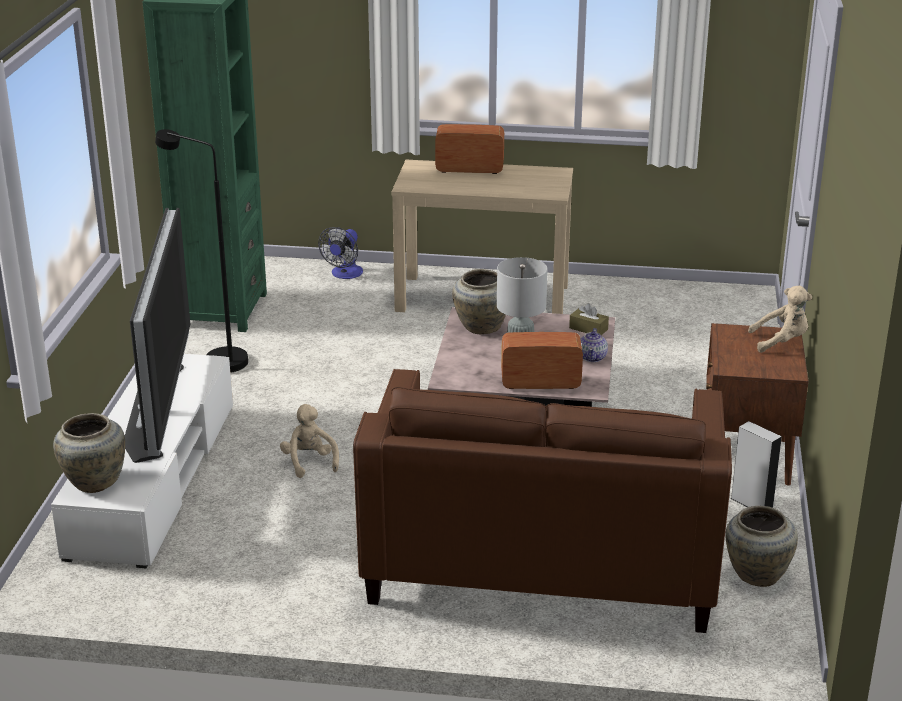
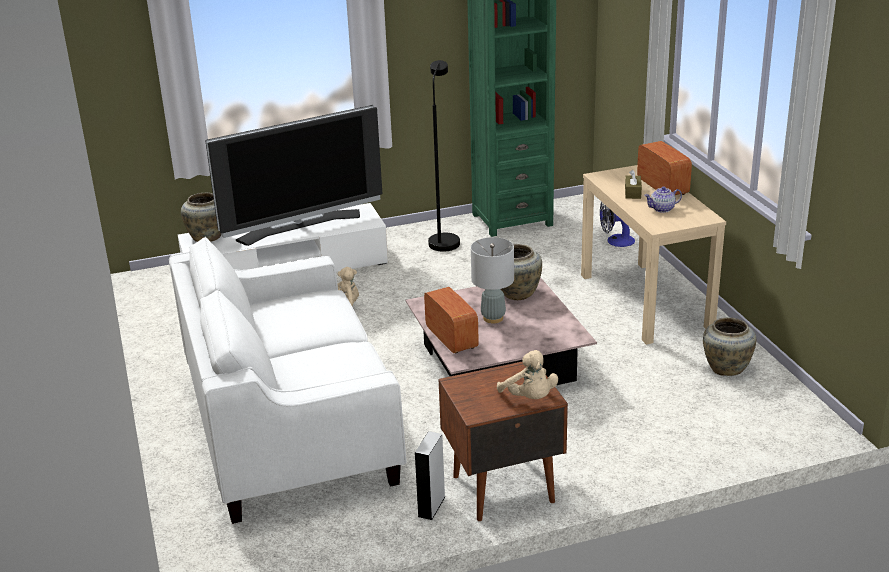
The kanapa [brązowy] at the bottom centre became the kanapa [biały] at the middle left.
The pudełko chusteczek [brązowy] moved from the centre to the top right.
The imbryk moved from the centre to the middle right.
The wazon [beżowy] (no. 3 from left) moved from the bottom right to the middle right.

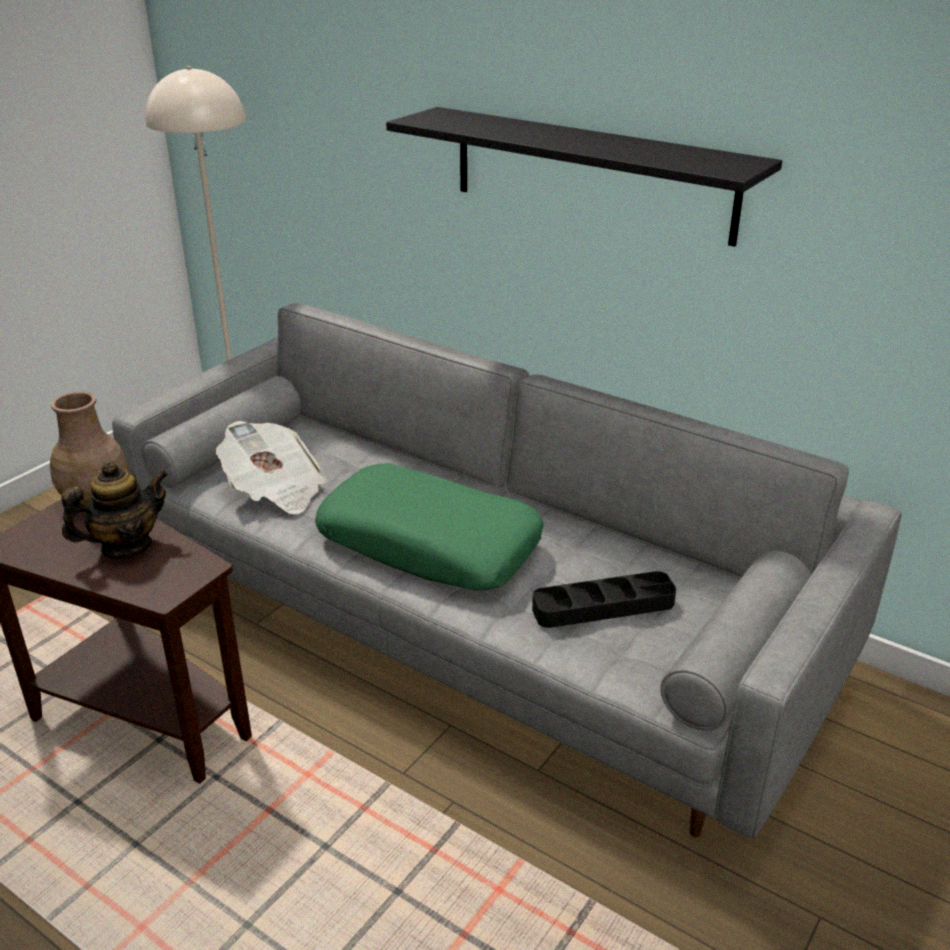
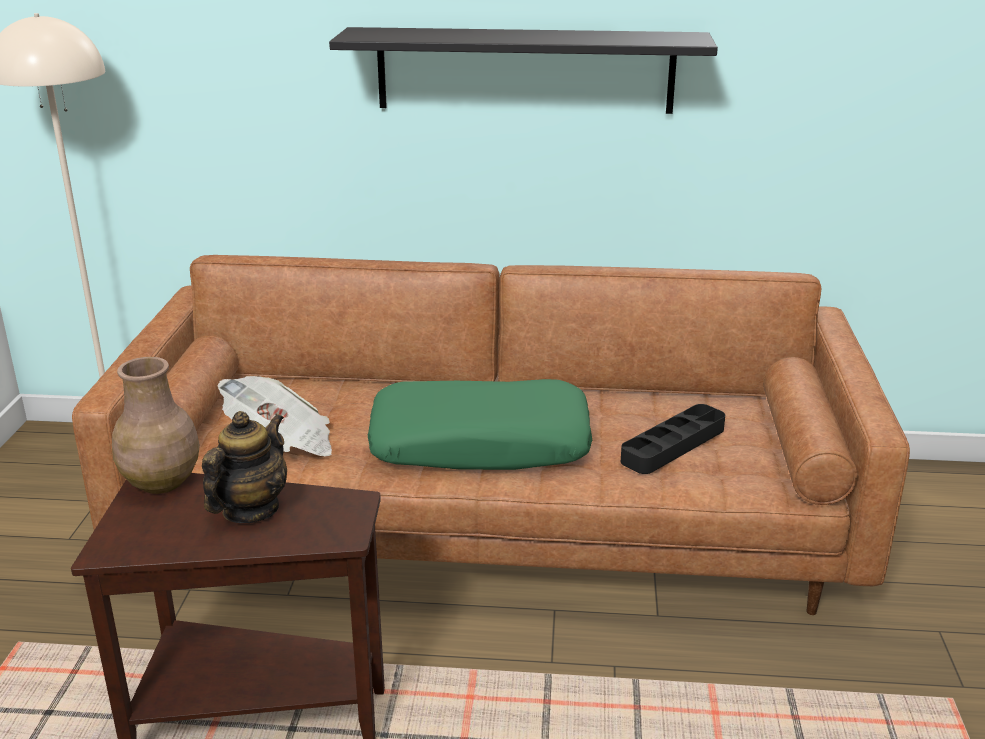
The kanapa [szary] at the centre became the kanapa [brązowy] at the centre.

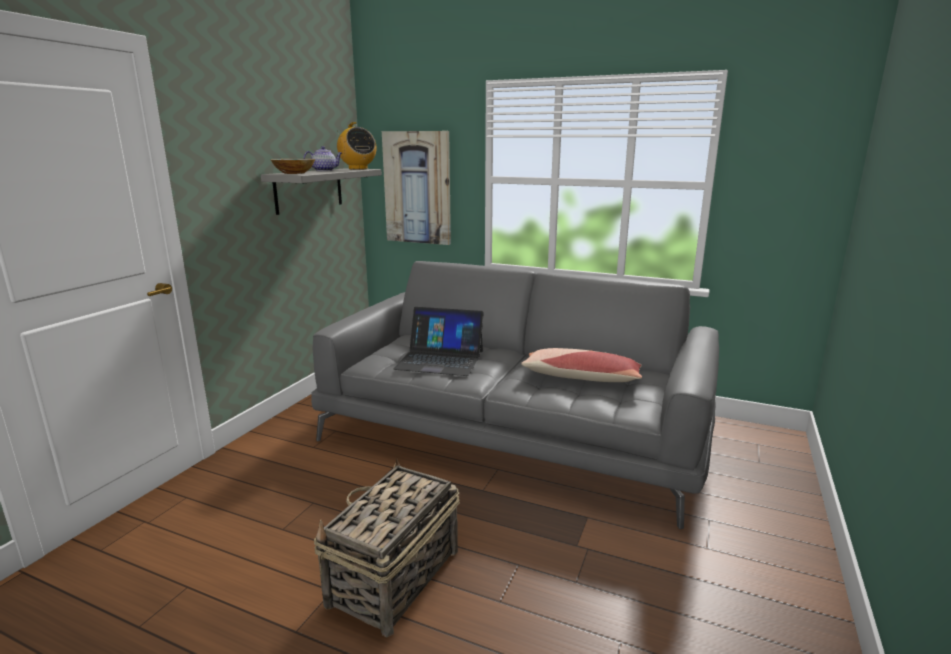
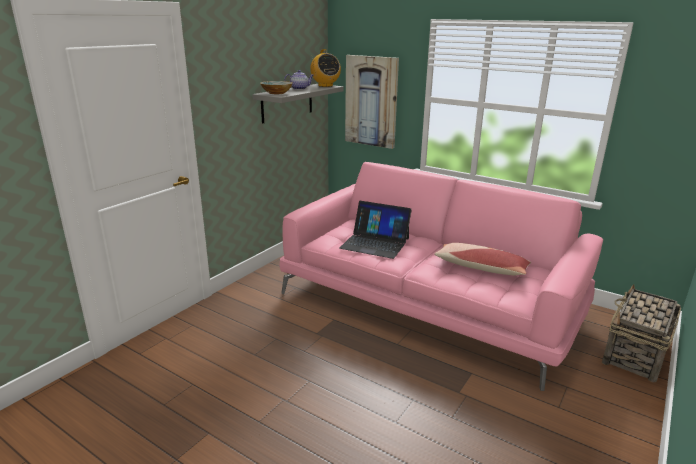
The kanapa [szary] at the centre became the kanapa [różowy] at the centre.
The koszyk moved from the bottom centre to the bottom right.

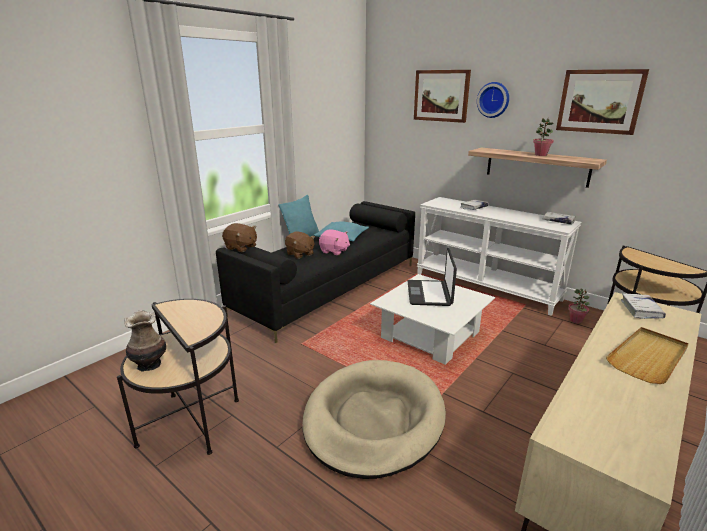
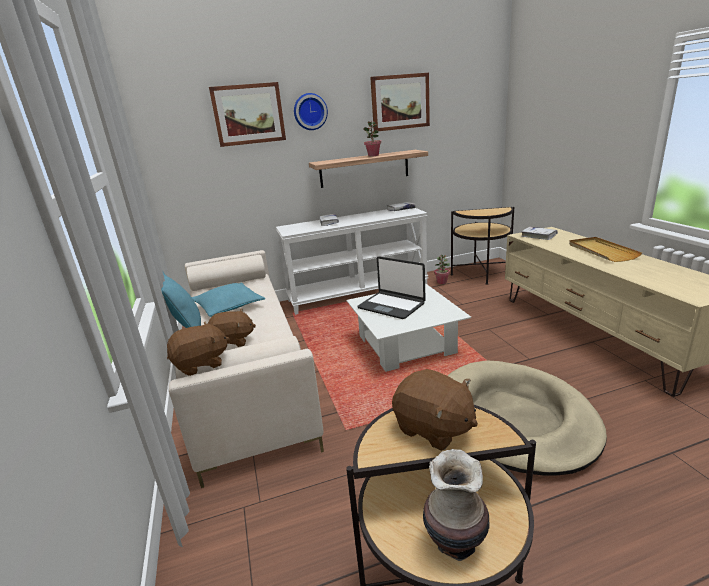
The kanapa [czarny] at the centre became the kanapa [beżowy] at the centre.
The pluszak [brązowy] (no. 3 from left) at the bottom centre appeared.
The pluszak [różowy] at the centre disappeared.

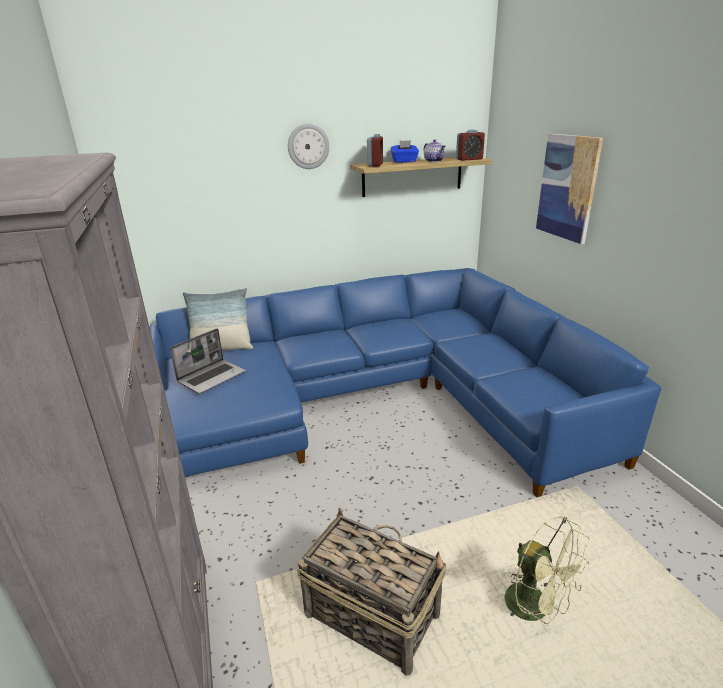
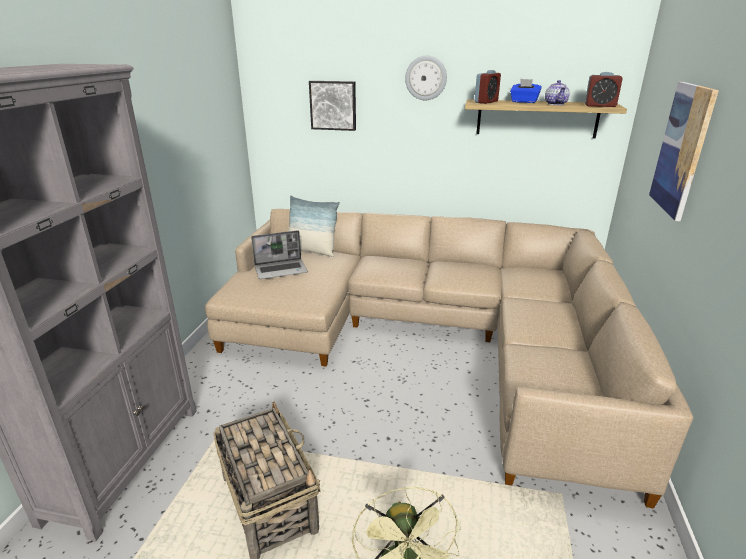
The kanapa [niebieski] at the centre became the kanapa [beżowy] at the centre.
The obraz (no. 1 from left) at the top centre appeared.

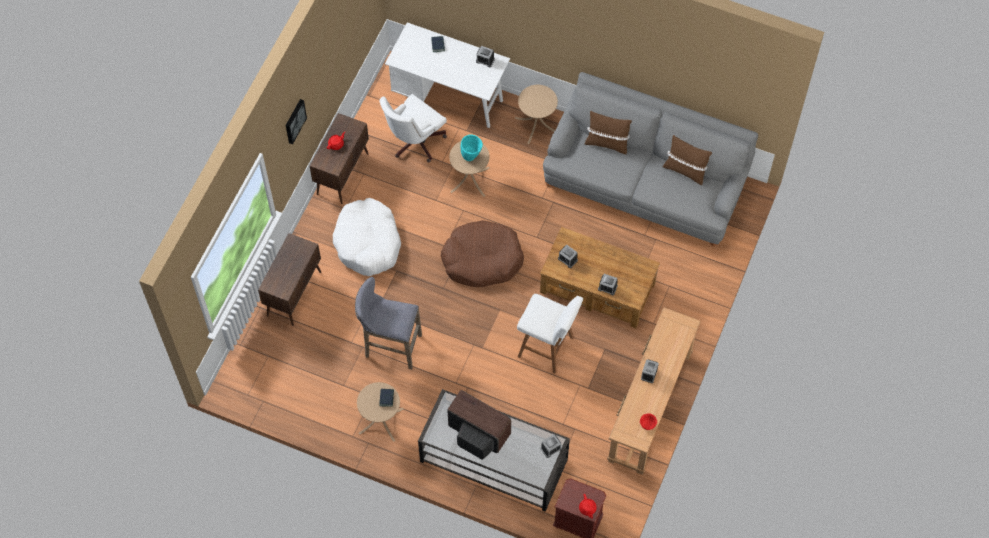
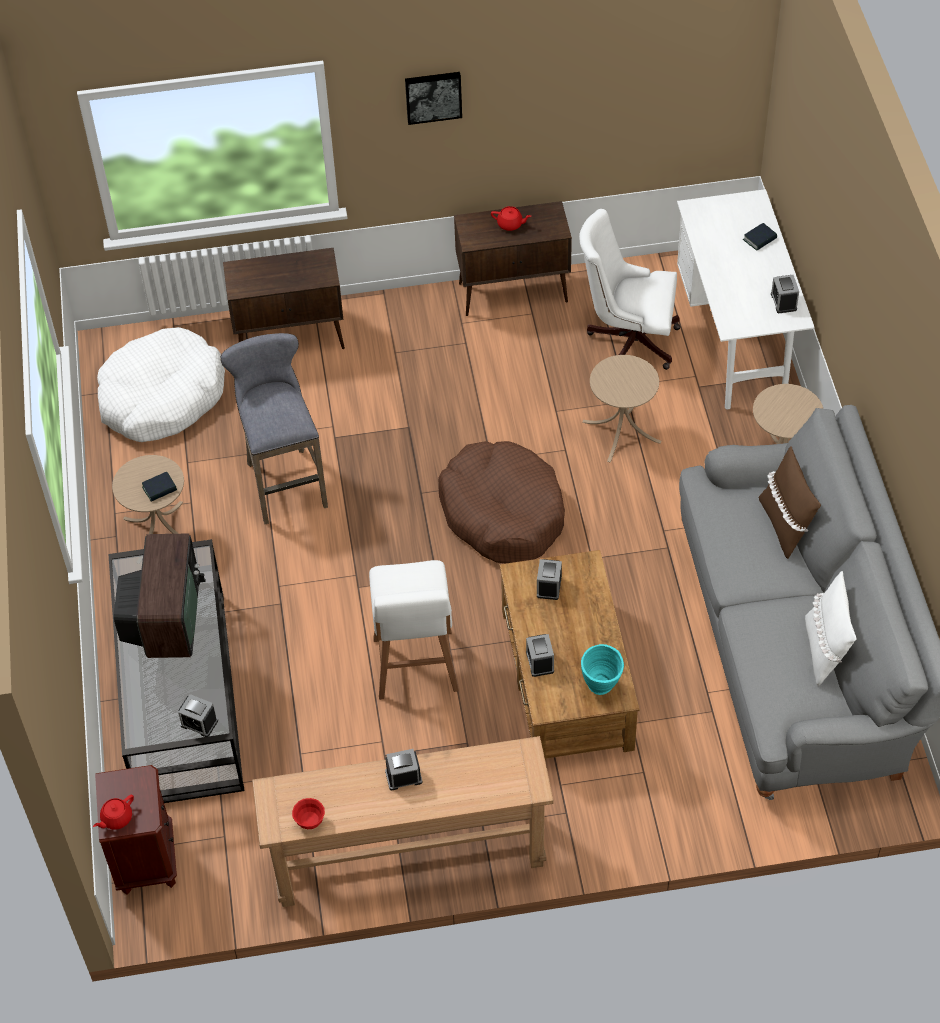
The legowisko [biały] moved from the centre to the middle left.
The wazon [turkusowy] moved from the top centre to the centre.
The poduszka [brązowy] (no. 2 from left) at the top right became the poduszka [biały] at the middle right.

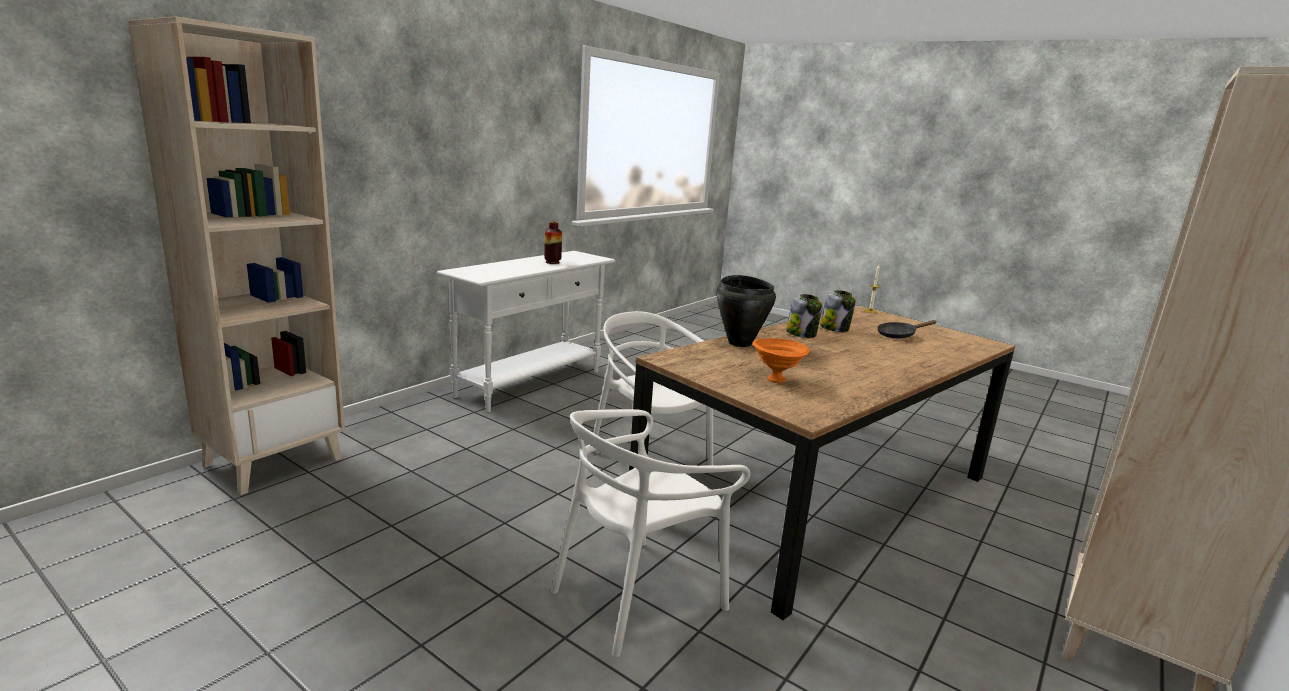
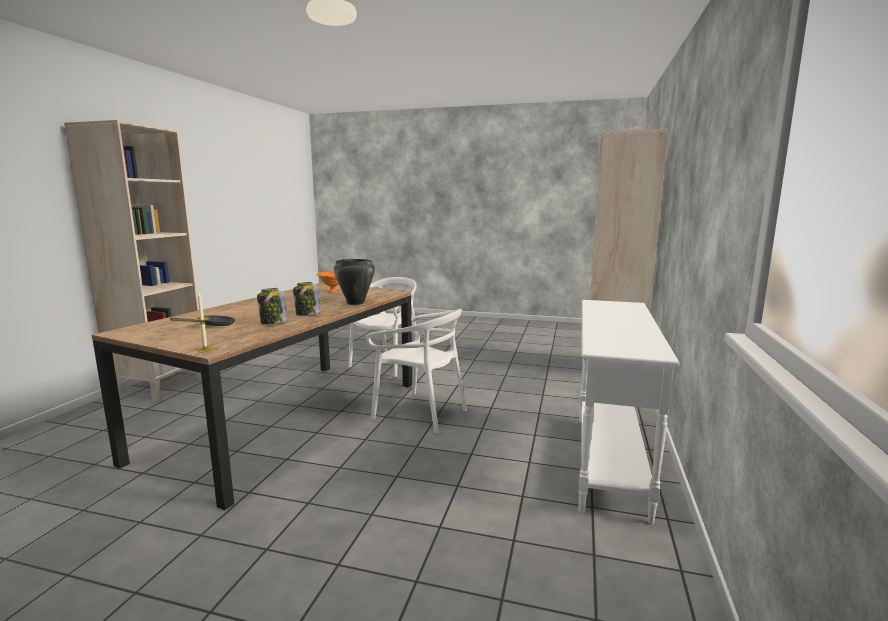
The wazon at the centre disappeared.

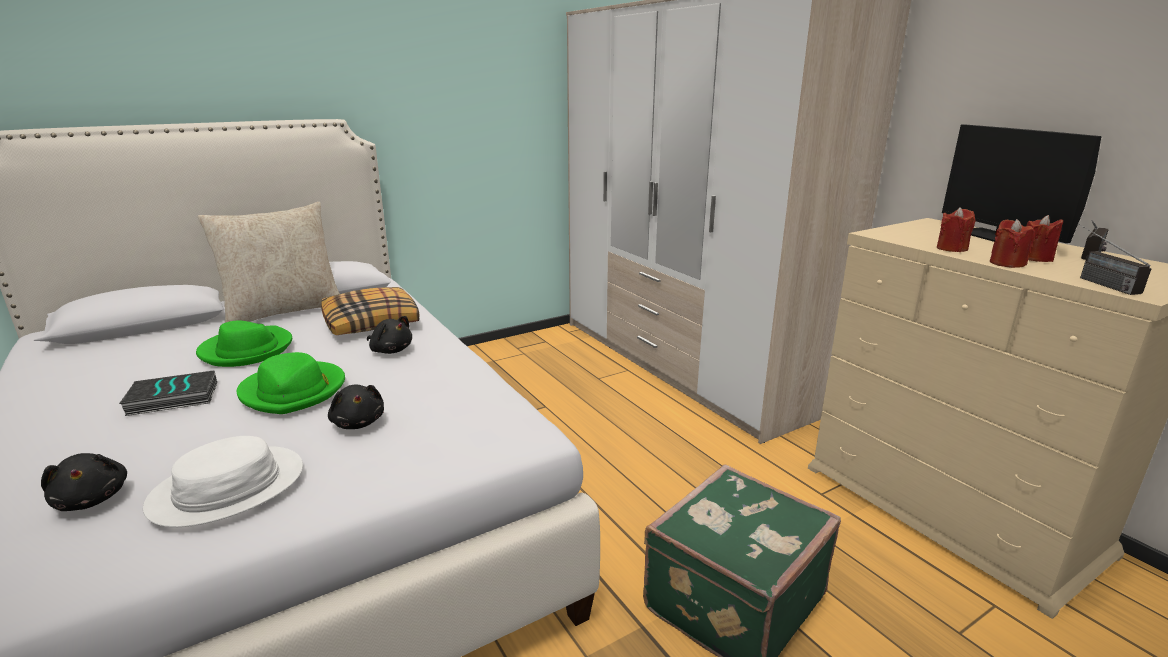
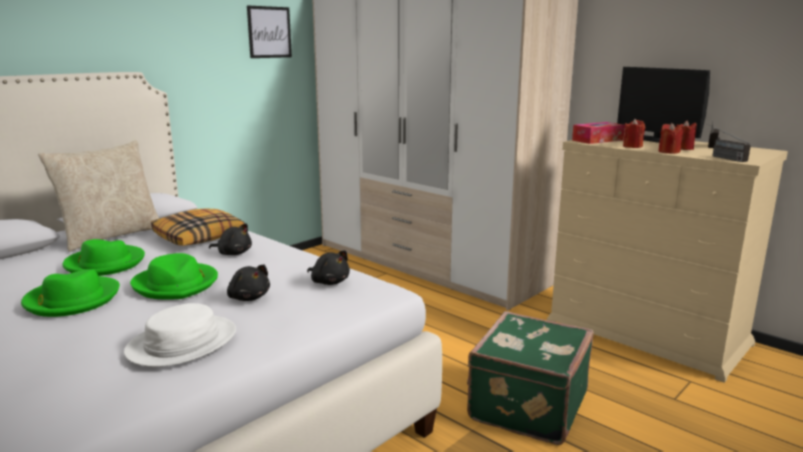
The książka at the middle left was replaced by the kapelusz [zielony] (no. 1 from left) at the middle left.
The obraz at the top centre appeared.
The pluszak [czarny] (no. 1 from left in the first image) moved from the bottom left to the centre.
The pudełko chusteczek at the top right appeared.

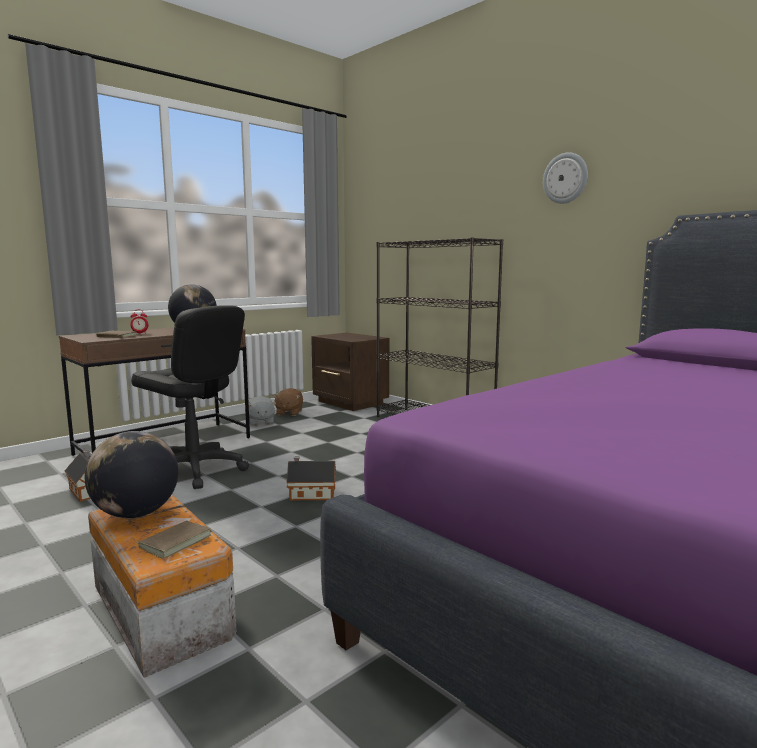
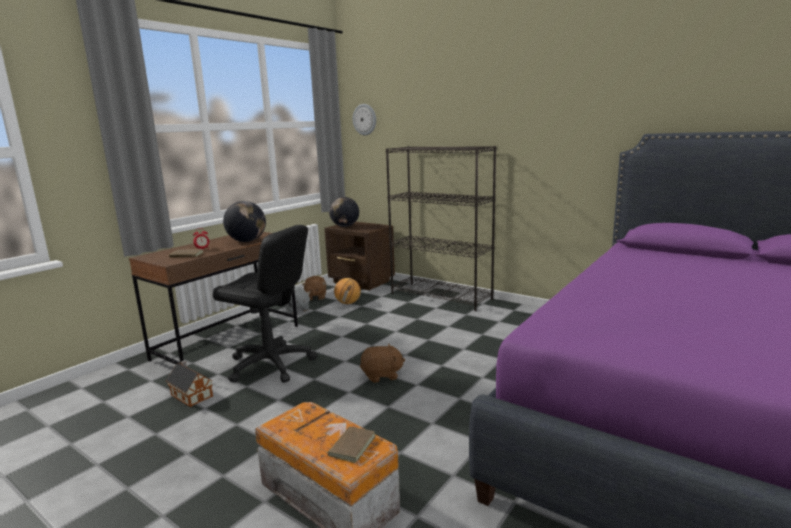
The globus (no. 1 from left in the first image) moved from the middle left to the centre.
The piłka do koszykówki at the centre appeared.
The zegar ścienny moved from the top right to the top centre.
The domek (no. 2 from left) at the centre was replaced by the pluszak [brązowy] (no. 2 from left) at the bottom centre.

